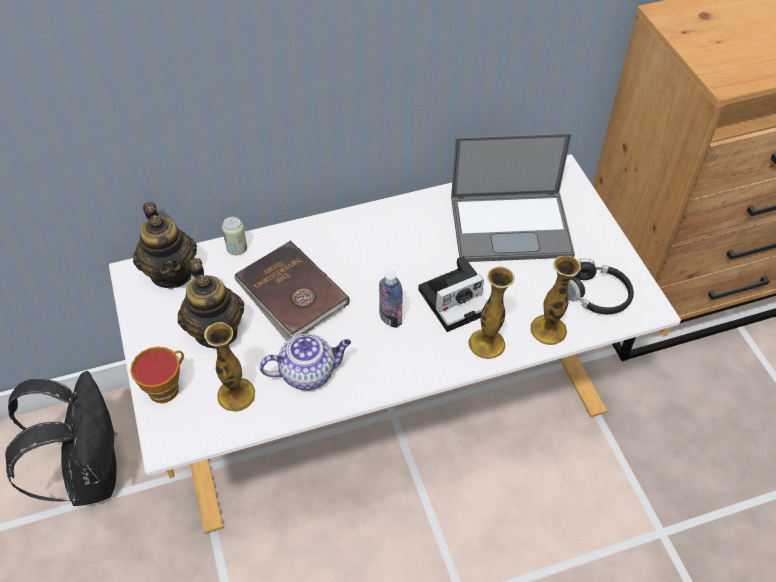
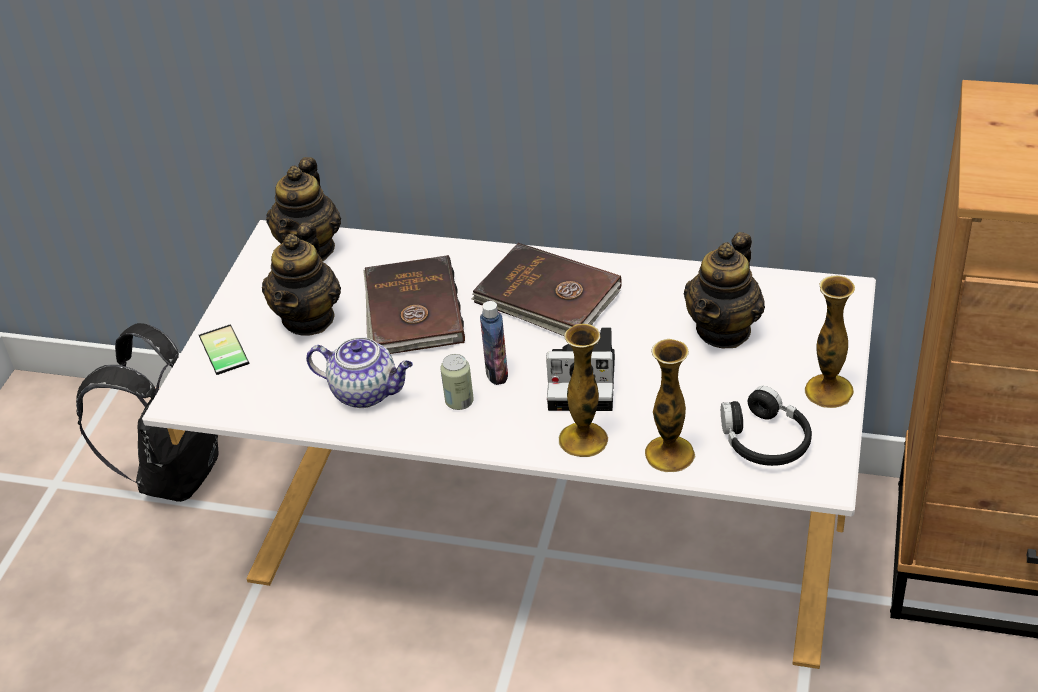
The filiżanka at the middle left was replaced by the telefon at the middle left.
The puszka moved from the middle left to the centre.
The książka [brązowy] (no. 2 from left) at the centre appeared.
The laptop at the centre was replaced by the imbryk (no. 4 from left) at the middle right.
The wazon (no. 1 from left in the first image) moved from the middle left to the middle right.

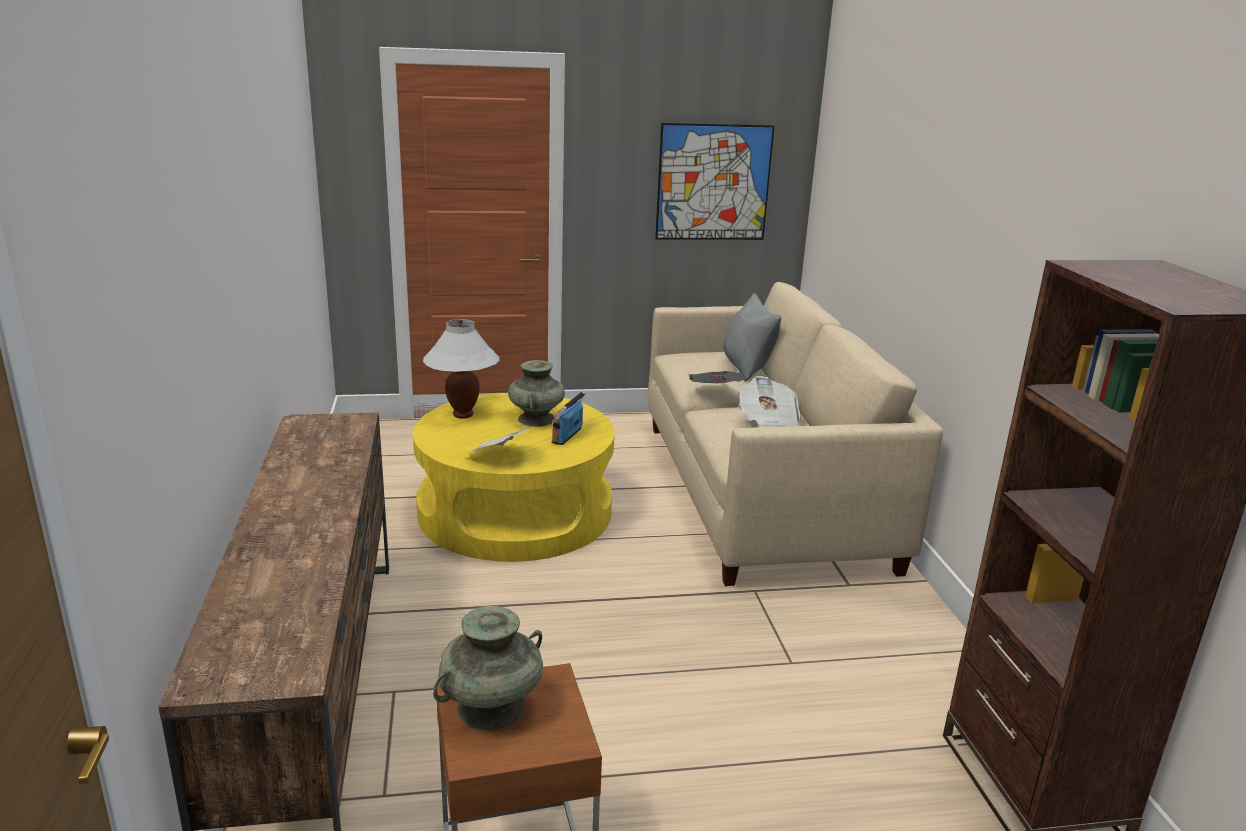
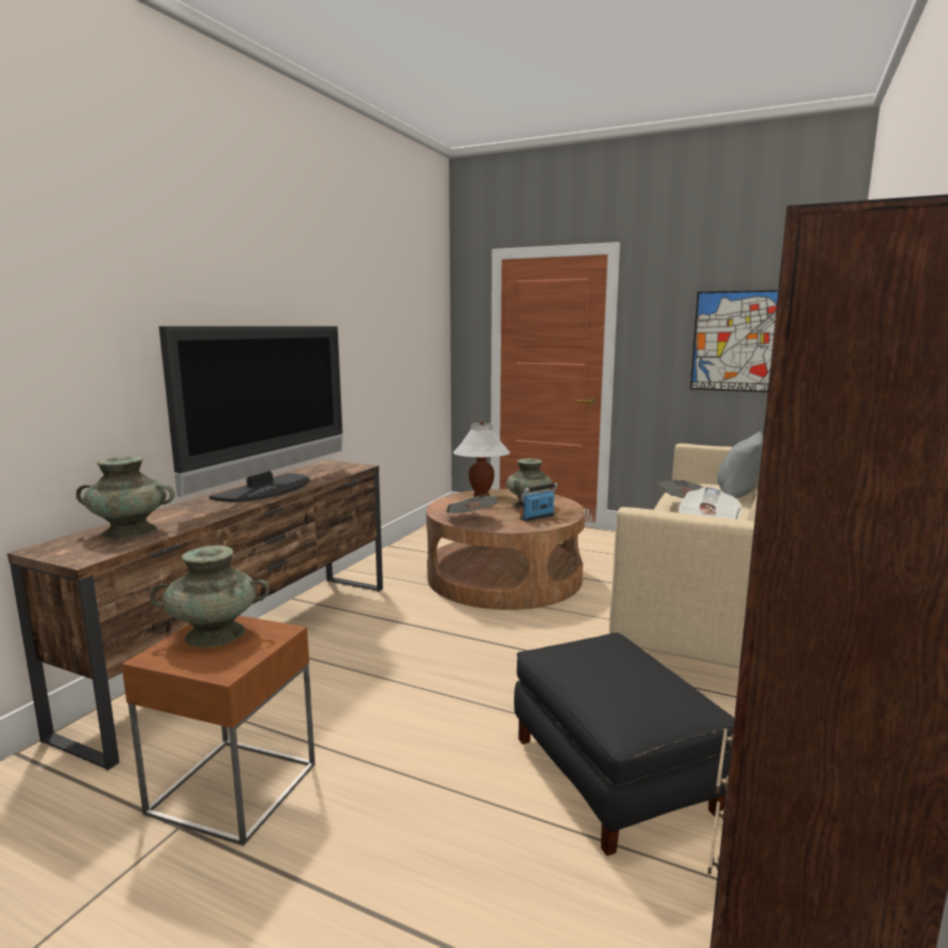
The wazon [turkusowy] (no. 1 from left) at the middle left appeared.
The telewizor at the middle left appeared.
The ława [żółty] at the centre became the ława [brązowy] at the centre.
The pufa [czarny] at the bottom centre appeared.

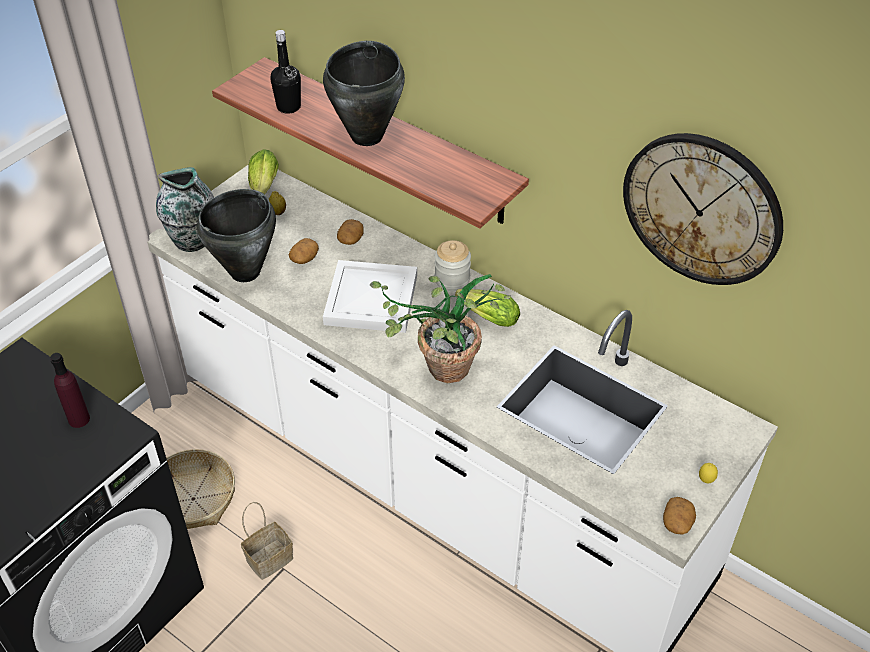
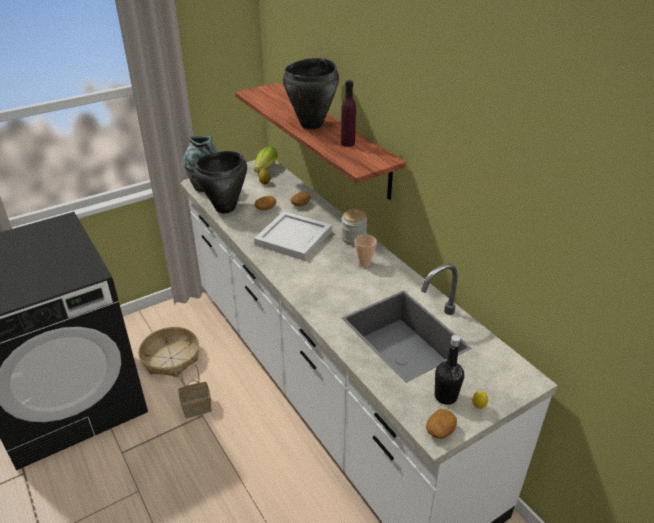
The butelka [fioletowy] moved from the middle left to the top centre.
The sałata (no. 2 from left) at the centre was replaced by the filiżanka at the centre.
The butelka [czarny] moved from the top left to the bottom right.
The roślina doniczkowa at the centre disappeared.
The zegar ścienny at the top right disappeared.

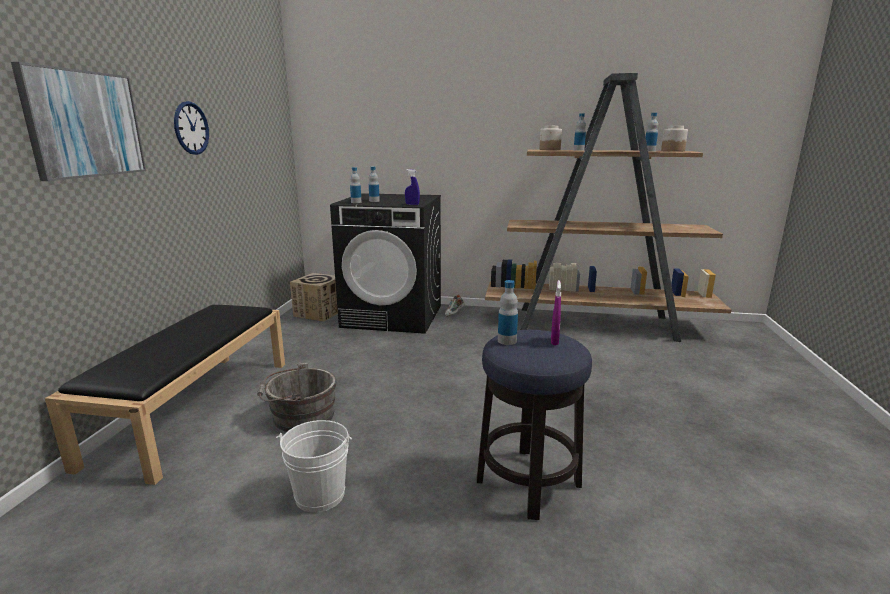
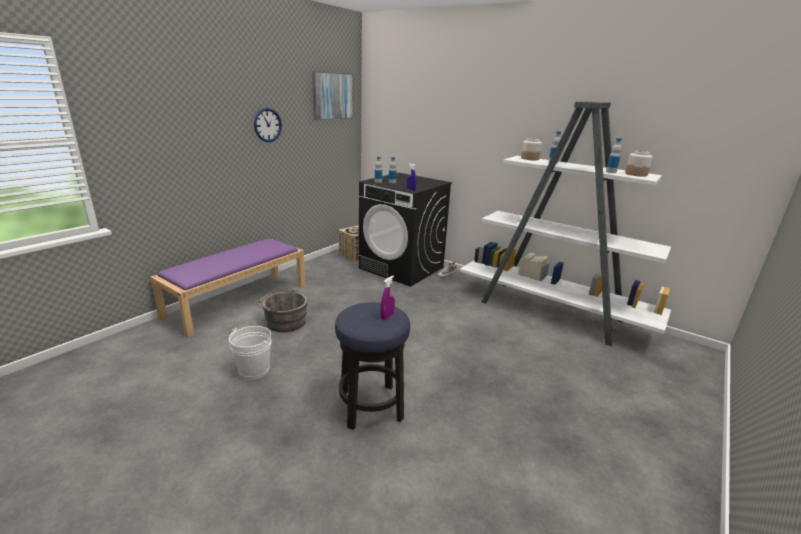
The ławka [czarny] at the middle left became the ławka [fioletowy] at the middle left.
The obraz moved from the top left to the top centre.
The regał [brązowy] at the middle right became the regał [biały] at the middle right.
The butelka (no. 3 from left) at the centre disappeared.

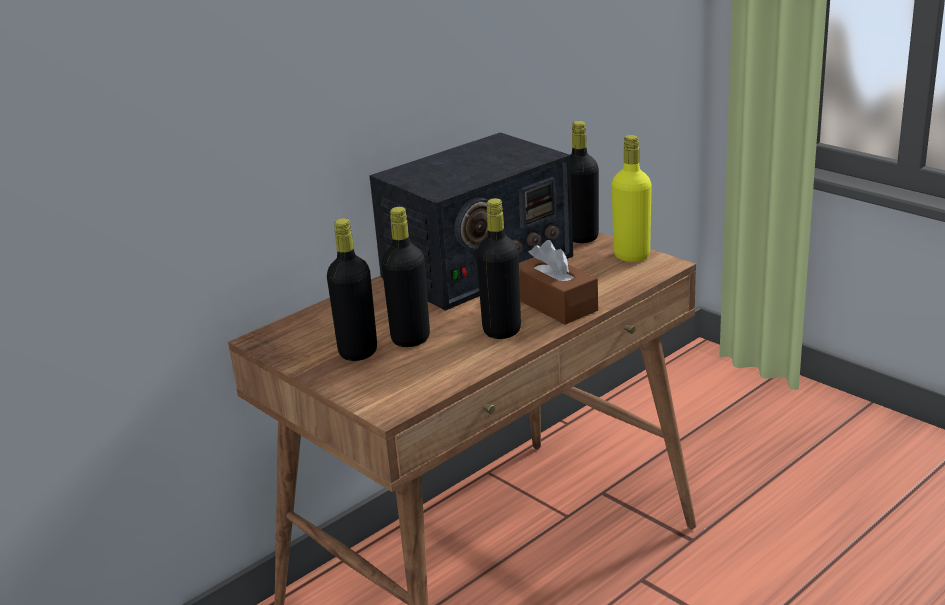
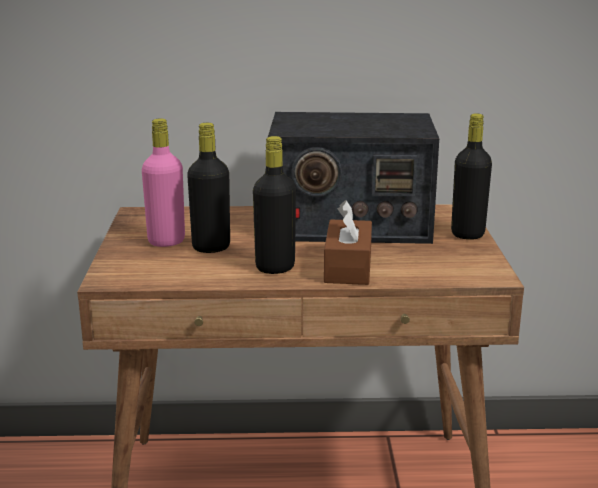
The butelka [czarny] (no. 1 from left) at the centre became the butelka [różowy] at the middle left.
The butelka [żółty] at the top right disappeared.

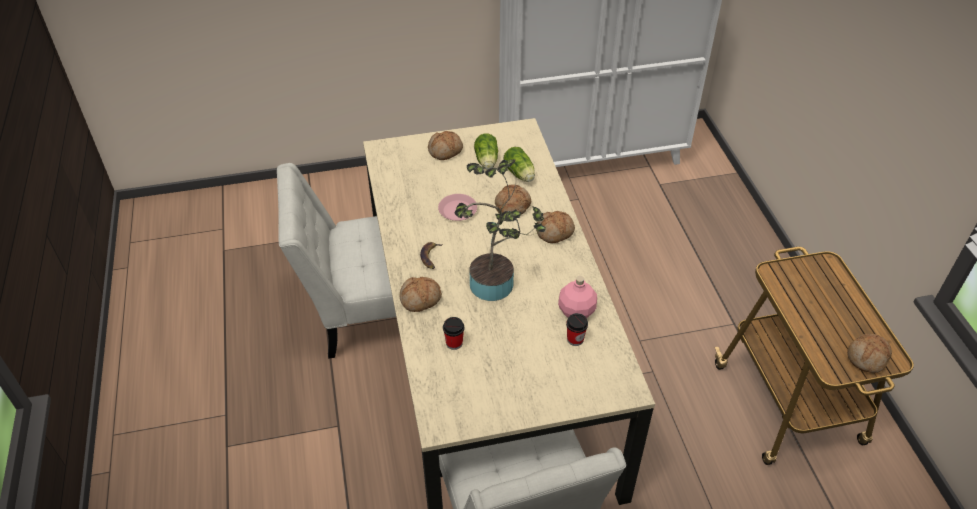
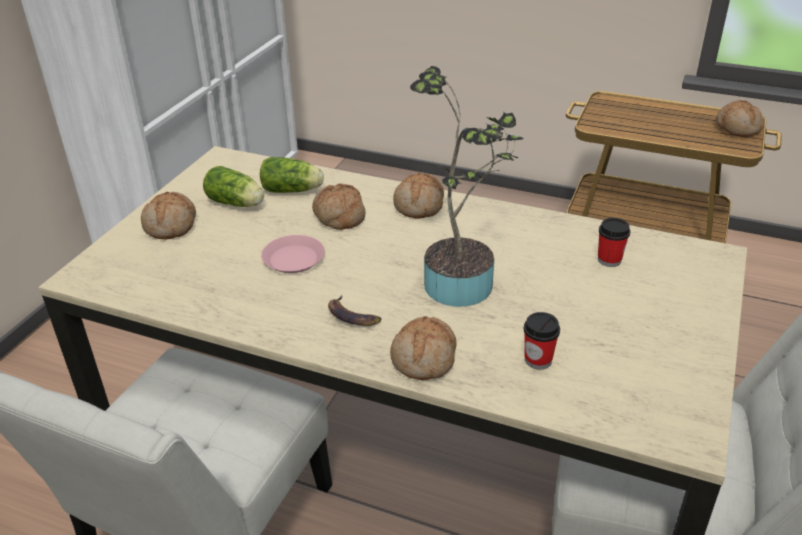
The butelka [różowy] at the centre disappeared.

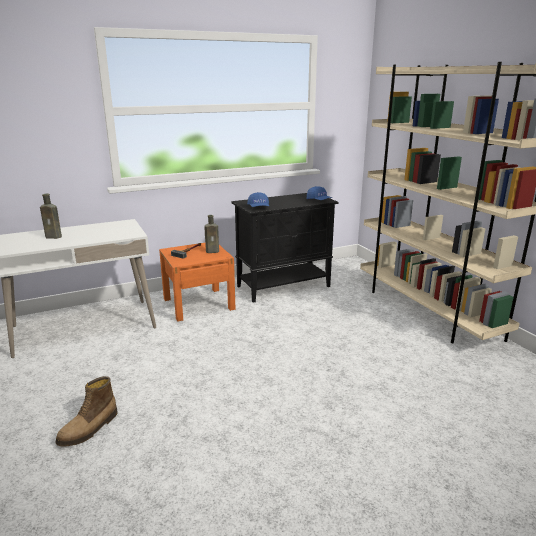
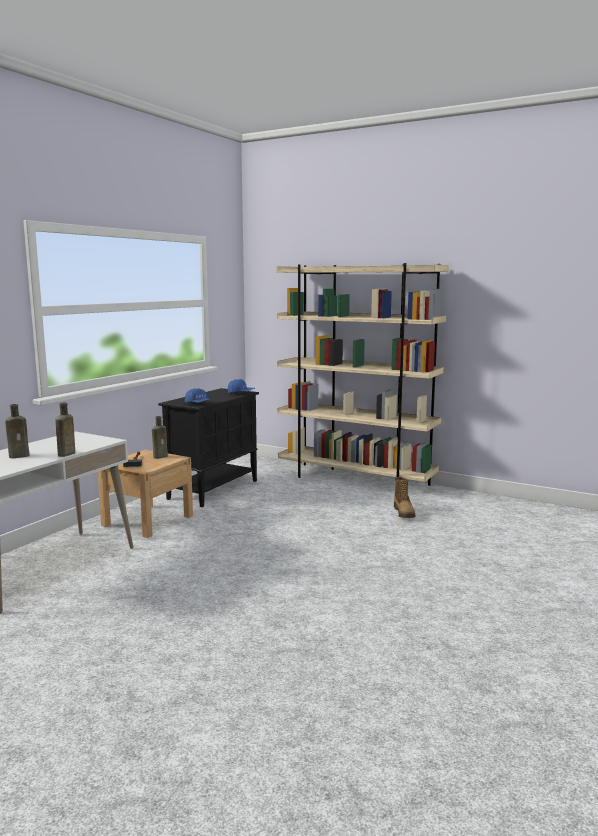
The butelka [brązowy] (no. 2 from left) at the middle left appeared.
The szafka nocna [pomarańczowy] at the centre became the szafka nocna [beżowy] at the middle left.
The but z cholewką moved from the bottom left to the middle right.

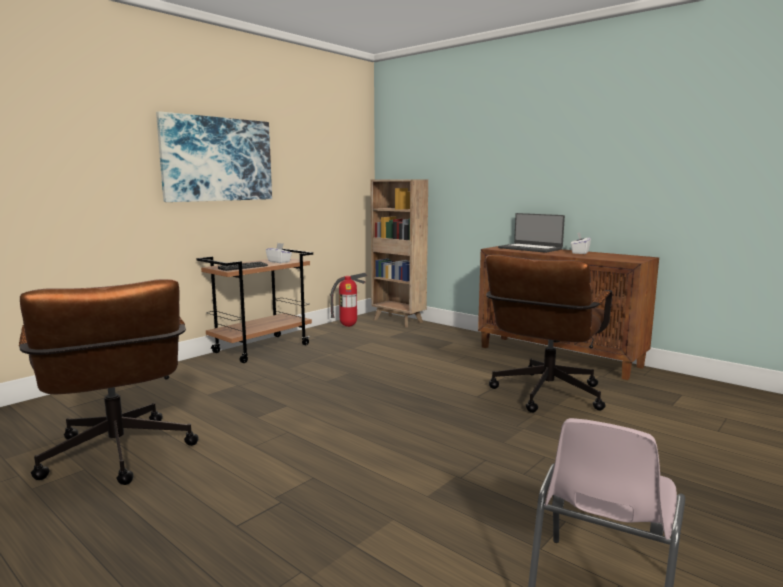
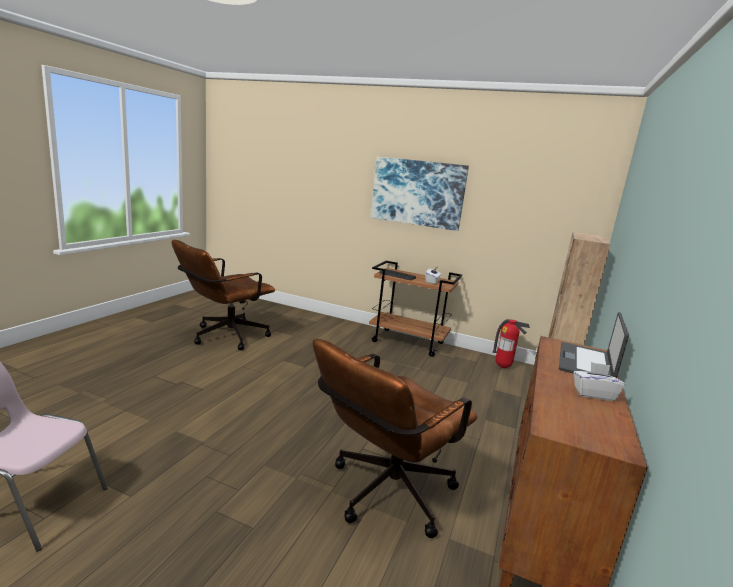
The krzesło biurowe [brązowy] (no. 2 from left) at the middle right turned 60 degrees counterclockwise.

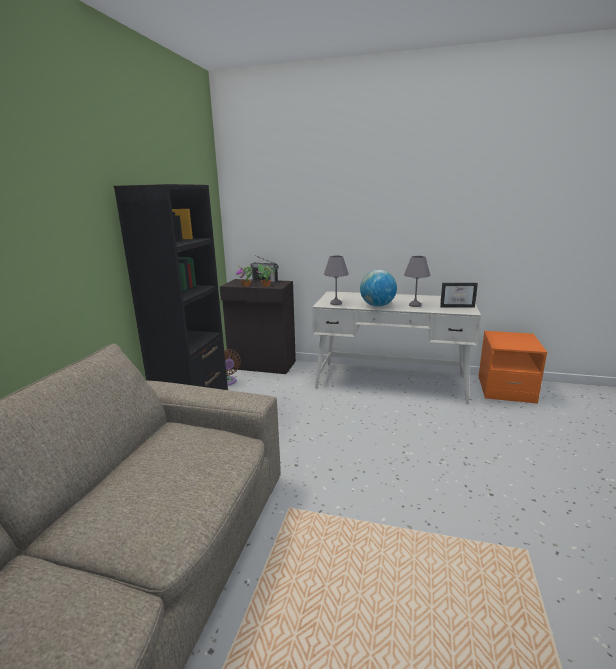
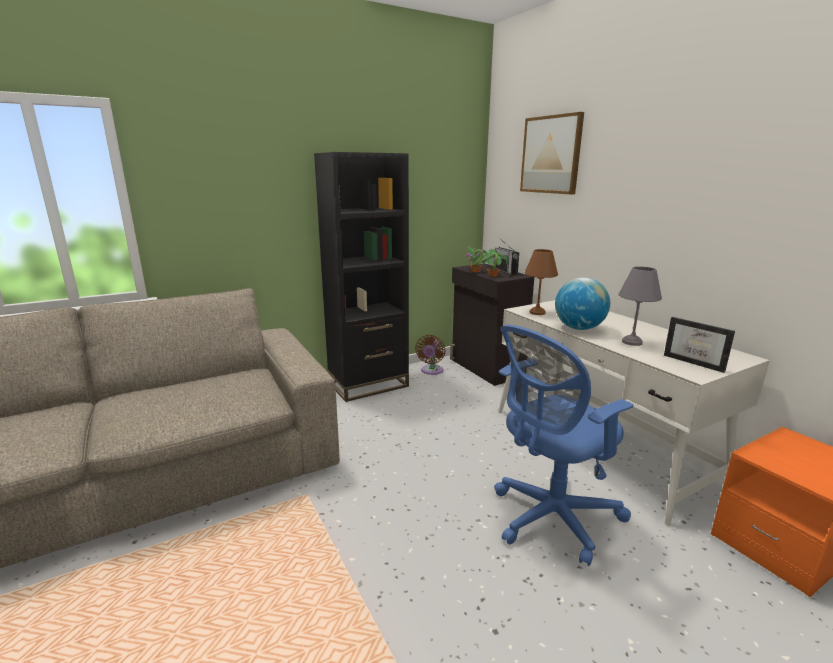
The krzesło biurowe [niebieski] at the bottom right appeared.
The obraz at the top centre appeared.
The lampa stołowa [szary] (no. 1 from left) at the centre became the lampa stołowa [brązowy] at the centre.

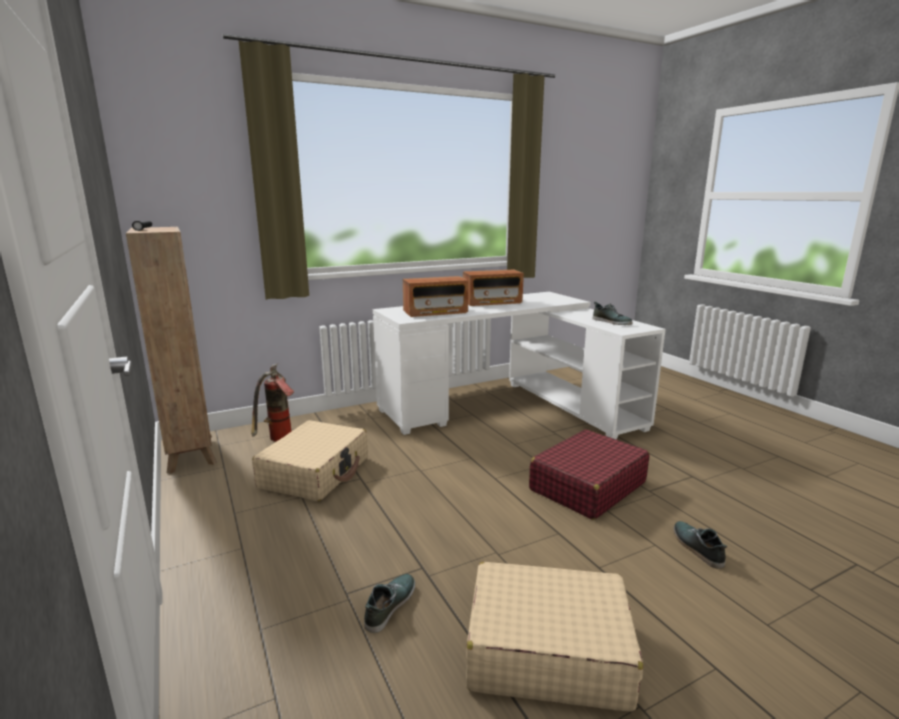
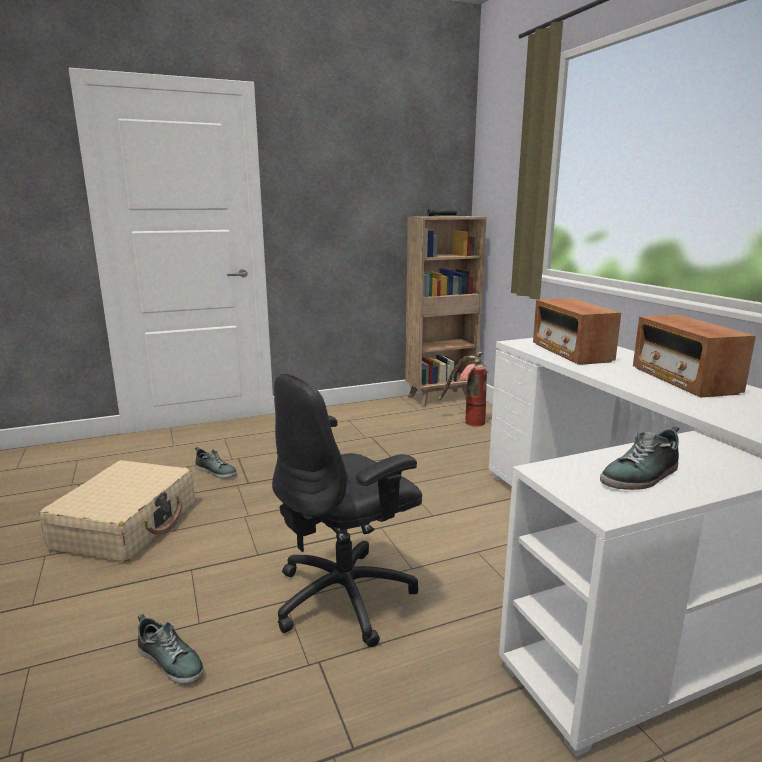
The but (no. 3 from left in the first image) at the bottom right turned 45 degrees clockwise.
The walizka [czerwony] at the centre was replaced by the krzesło biurowe [czarny] at the bottom centre.
The walizka [beżowy] (no. 1 from left) at the centre disappeared.

